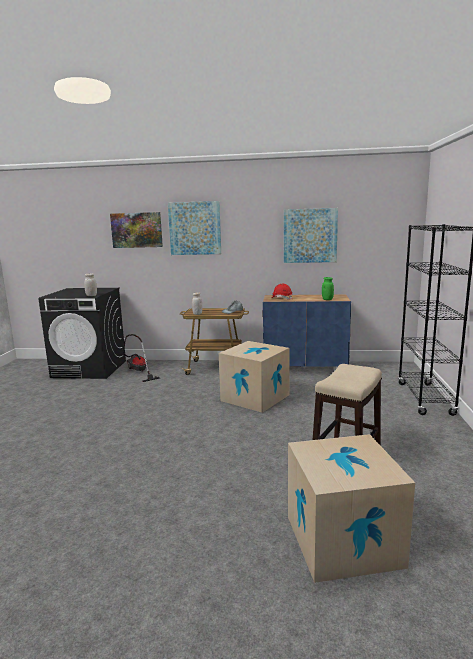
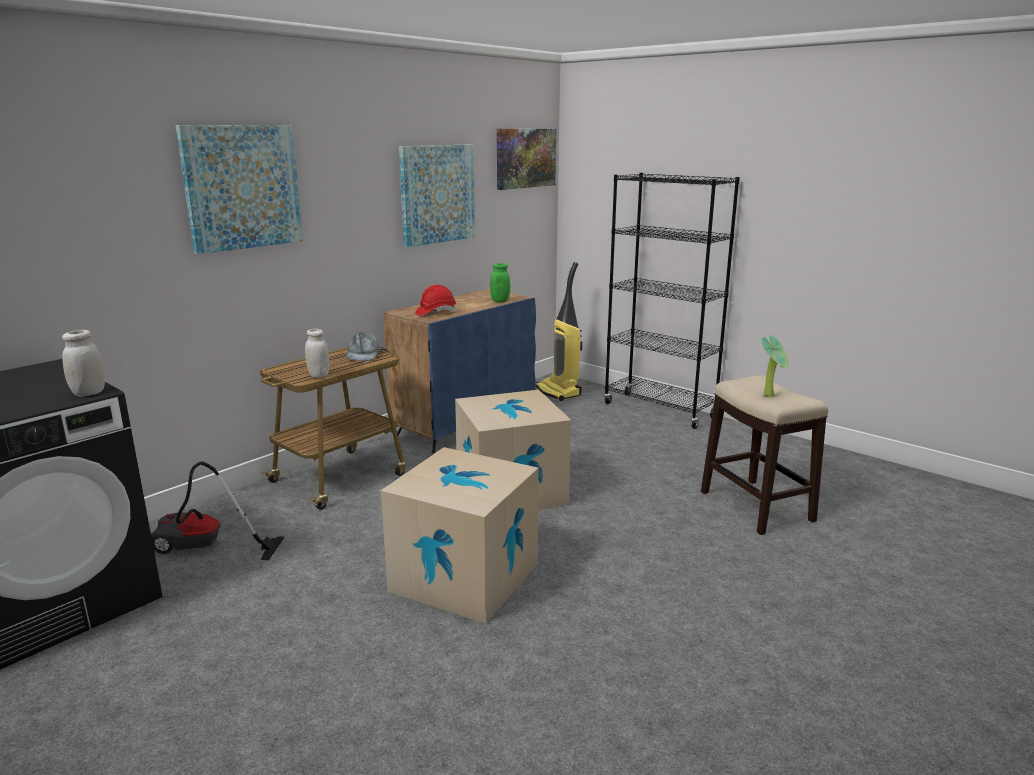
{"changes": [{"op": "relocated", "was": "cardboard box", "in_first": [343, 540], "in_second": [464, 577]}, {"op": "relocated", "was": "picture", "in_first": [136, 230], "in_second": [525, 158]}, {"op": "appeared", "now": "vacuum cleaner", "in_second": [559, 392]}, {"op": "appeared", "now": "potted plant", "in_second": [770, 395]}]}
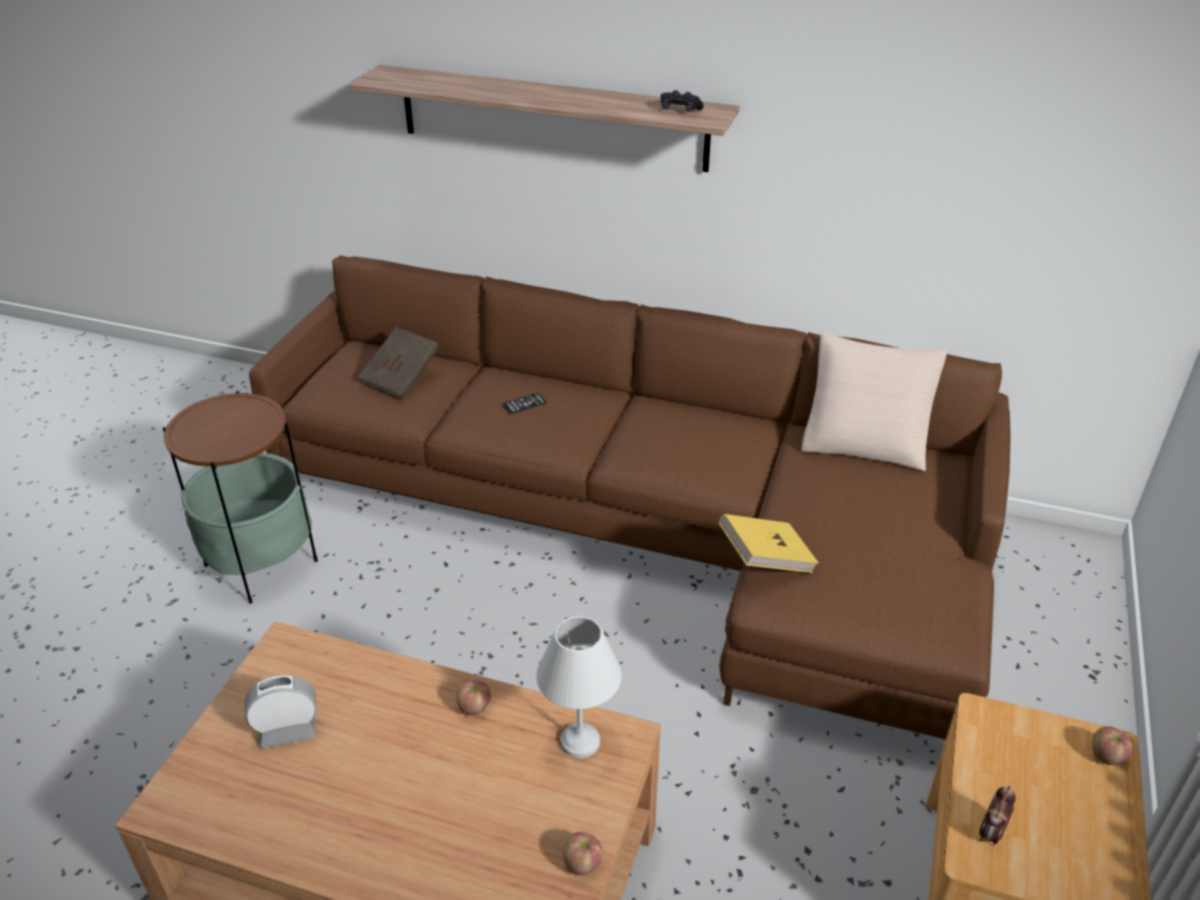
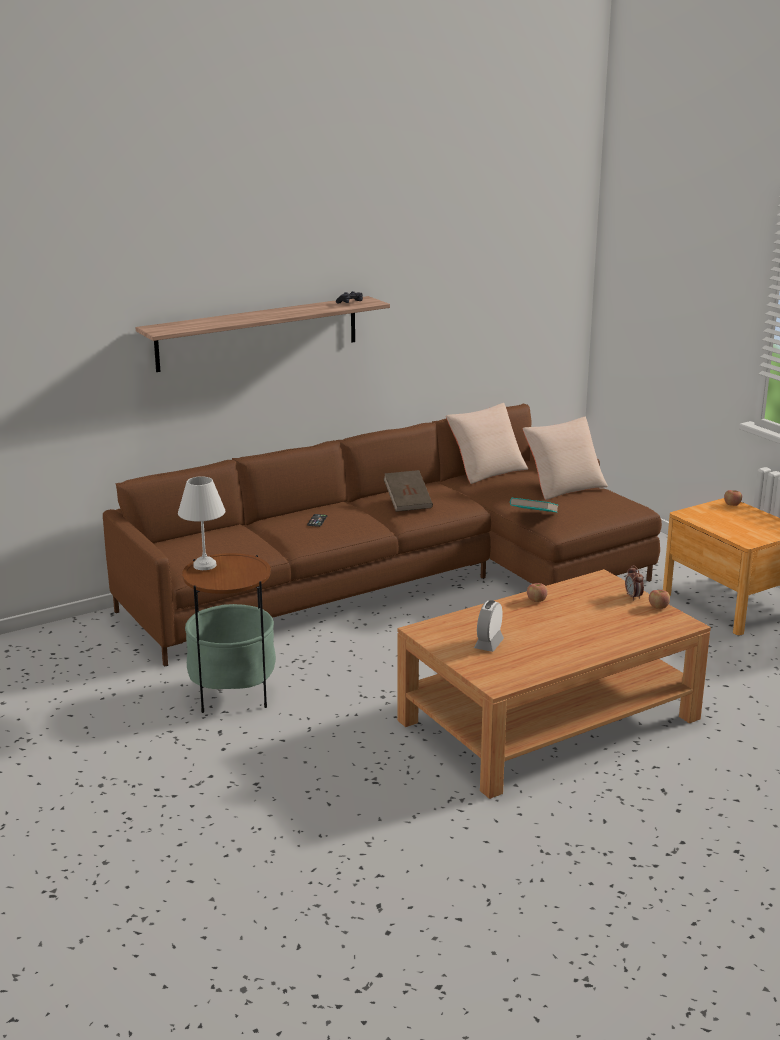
{"changes": [{"op": "relocated", "was": "table lamp (white)", "in_first": [579, 743], "in_second": [205, 566]}, {"op": "relocated", "was": "book (brown)", "in_first": [401, 378], "in_second": [408, 502]}, {"op": "colour", "was": "book (yellow)", "now": "book (turquoise)", "in_first": [765, 559], "in_second": [533, 517]}, {"op": "appeared", "now": "pillow (beige)", "in_second": [564, 486]}, {"op": "relocated", "was": "alarm clock", "in_first": [991, 833], "in_second": [633, 597]}]}
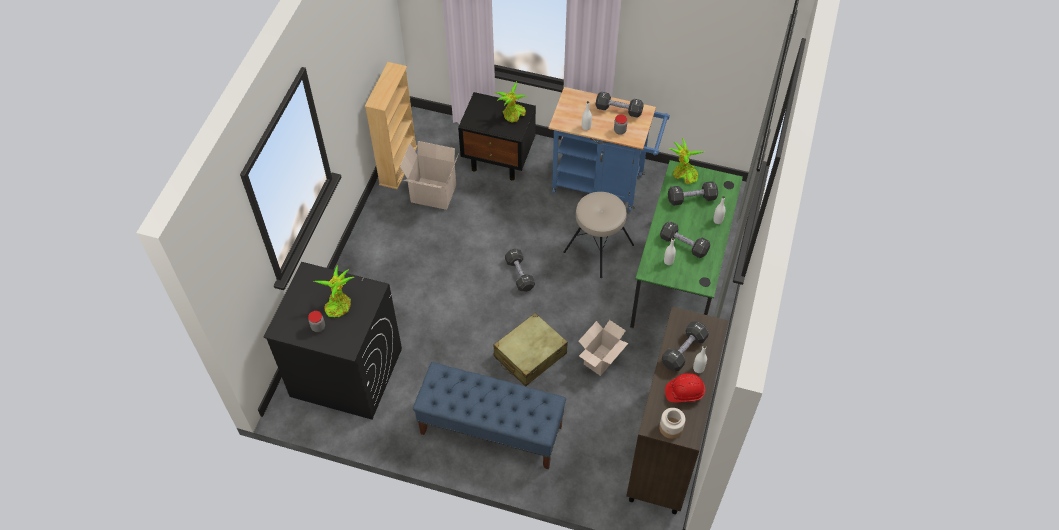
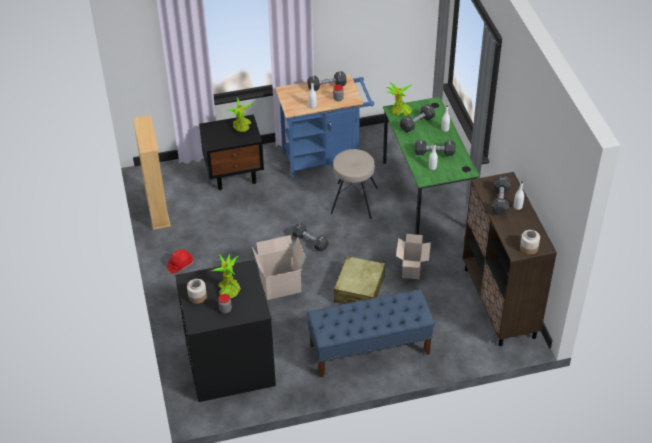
{"changes": [{"op": "relocated", "was": "hard hat (red)", "in_first": [684, 392], "in_second": [180, 265]}, {"op": "appeared", "now": "jar", "in_second": [197, 297]}, {"op": "relocated", "was": "cardboard box", "in_first": [432, 194], "in_second": [280, 286]}]}
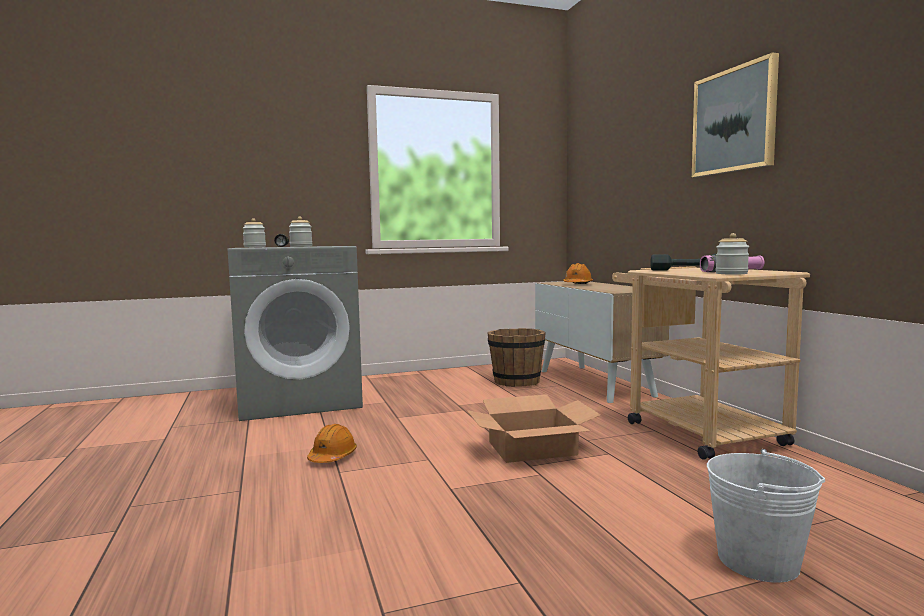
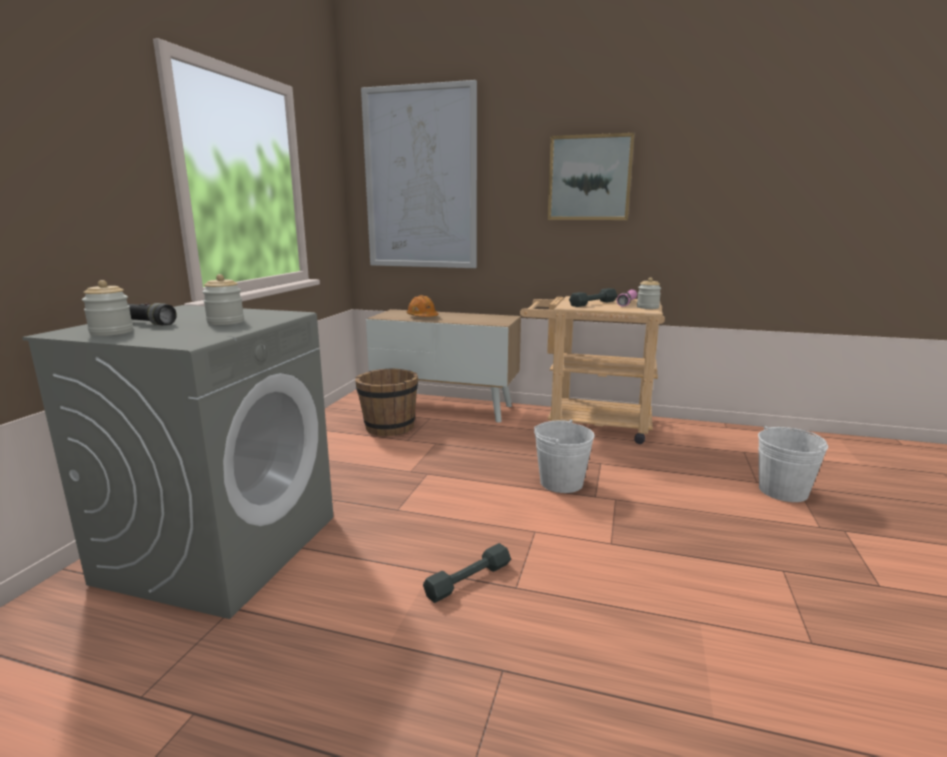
{"changes": [{"op": "appeared", "now": "picture", "in_second": [420, 179]}, {"op": "exchanged", "was": "hard hat (orange)", "now": "dumbbell (grey)", "in_first": [332, 457], "in_second": [468, 580]}, {"op": "exchanged", "was": "cardboard box", "now": "bucket (white)", "in_first": [532, 448], "in_second": [561, 482]}]}
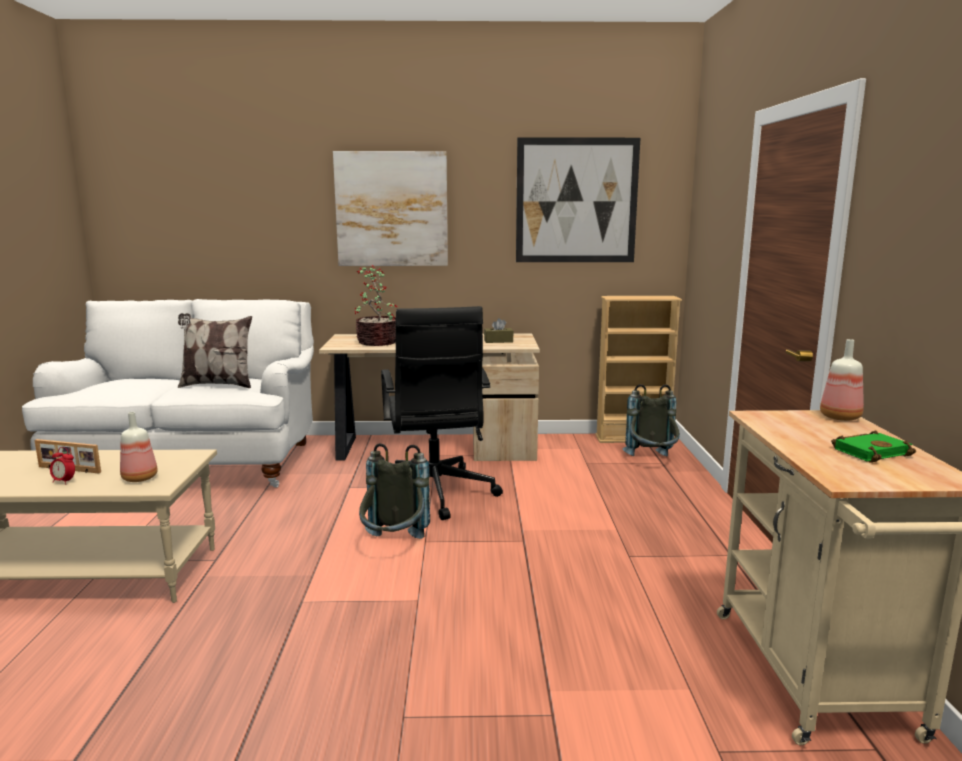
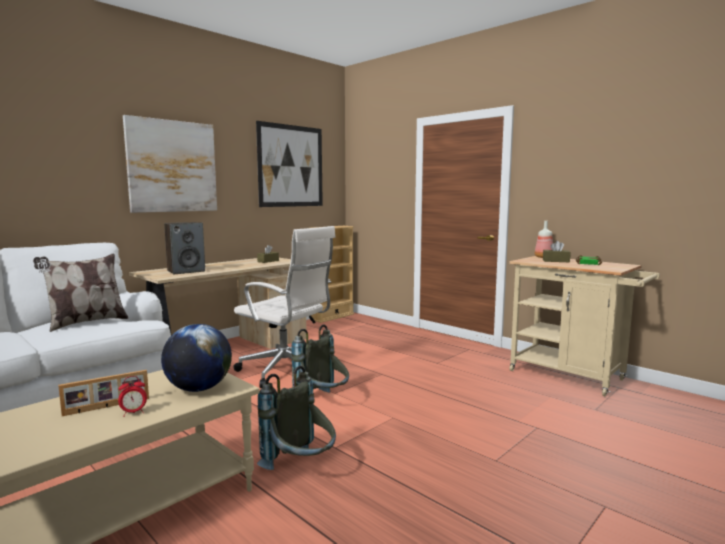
{"changes": [{"op": "exchanged", "was": "bottle", "now": "globe", "in_first": [139, 478], "in_second": [199, 389]}, {"op": "exchanged", "was": "potted plant", "now": "speaker", "in_first": [377, 342], "in_second": [186, 271]}, {"op": "colour", "was": "office chair (black)", "now": "office chair (white)", "in_first": [435, 494], "in_second": [287, 371]}, {"op": "relocated", "was": "backpack (grey)", "in_first": [652, 461], "in_second": [301, 468]}, {"op": "appeared", "now": "tissue box (brown)", "in_second": [556, 261]}]}
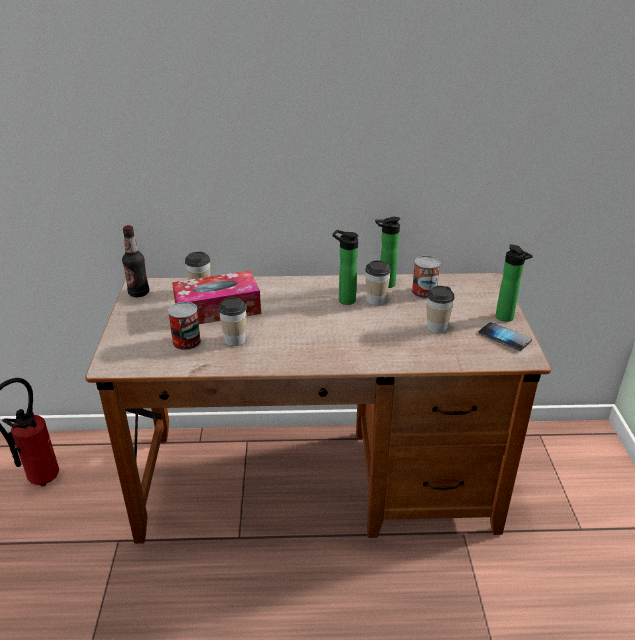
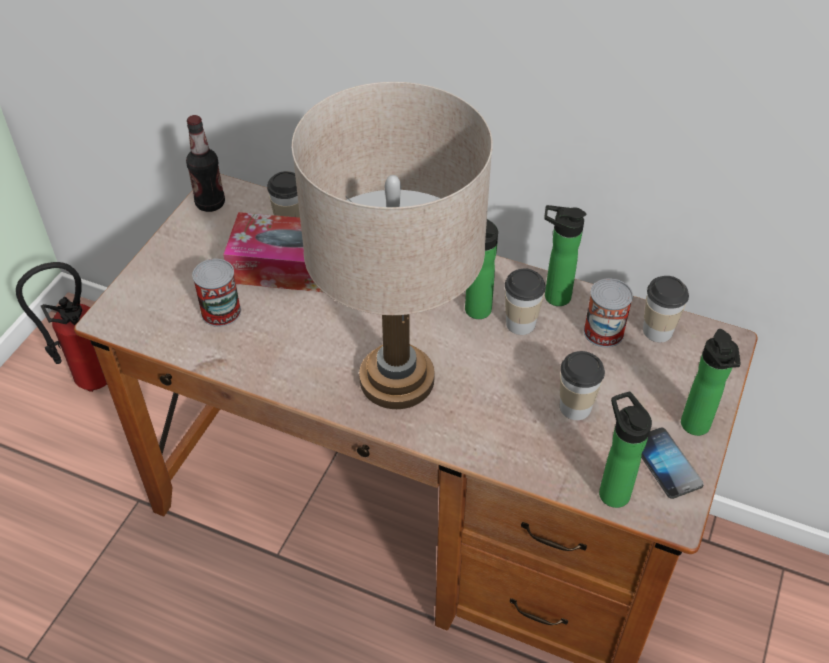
{"changes": [{"op": "appeared", "now": "table lamp (beige)", "in_second": [396, 379]}, {"op": "appeared", "now": "bottle", "in_second": [611, 490]}, {"op": "relocated", "was": "cup", "in_first": [235, 340], "in_second": [657, 331]}]}
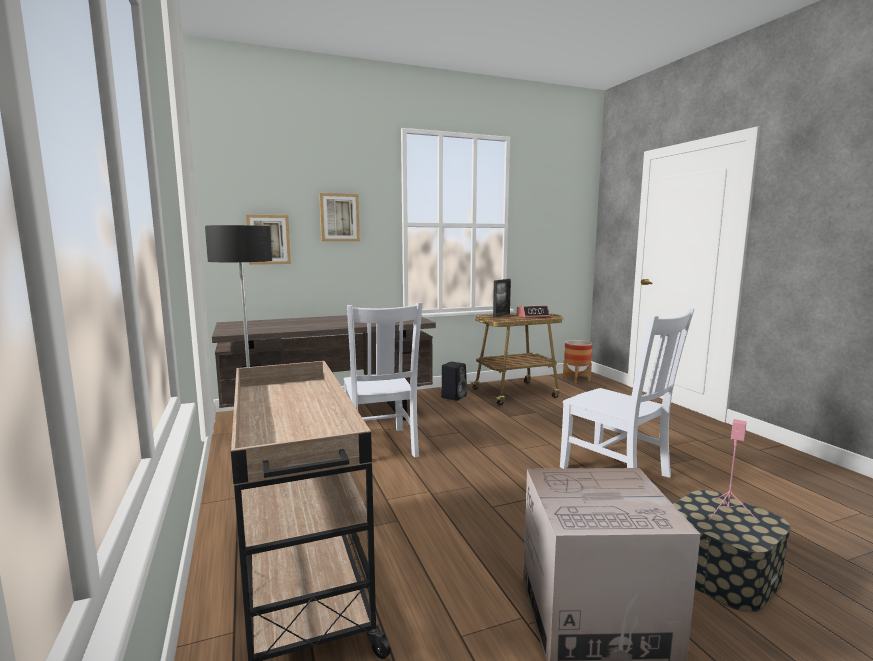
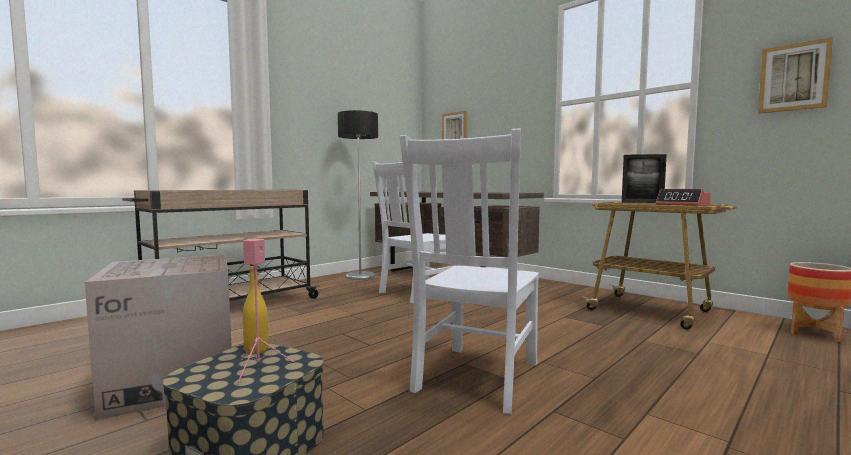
{"changes": [{"op": "appeared", "now": "bottle (yellow)", "in_second": [256, 350]}, {"op": "relocated", "was": "picture", "in_first": [339, 217], "in_second": [793, 77]}, {"op": "missing", "was": "speaker (black)", "in_first": [454, 396]}]}
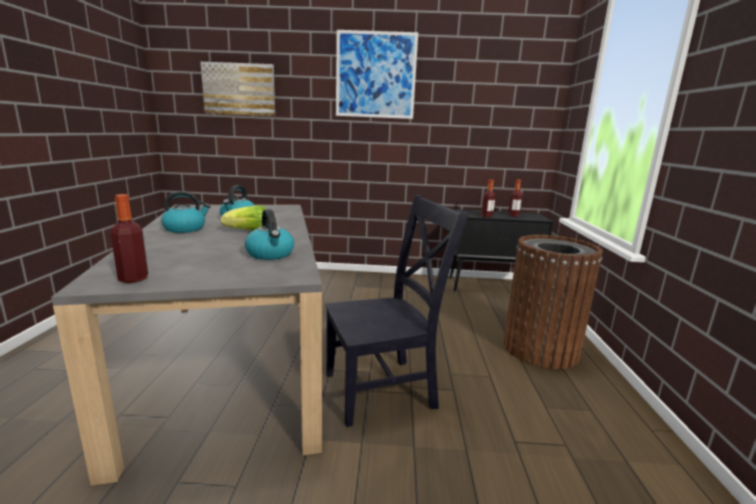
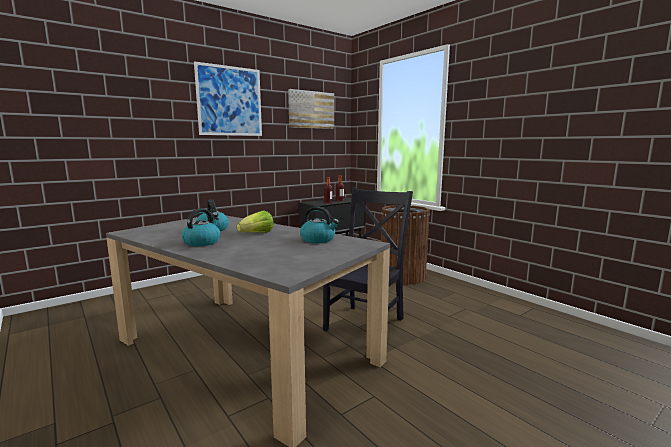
{"changes": [{"op": "relocated", "was": "picture", "in_first": [239, 89], "in_second": [311, 110]}, {"op": "missing", "was": "bottle", "in_first": [133, 278]}]}
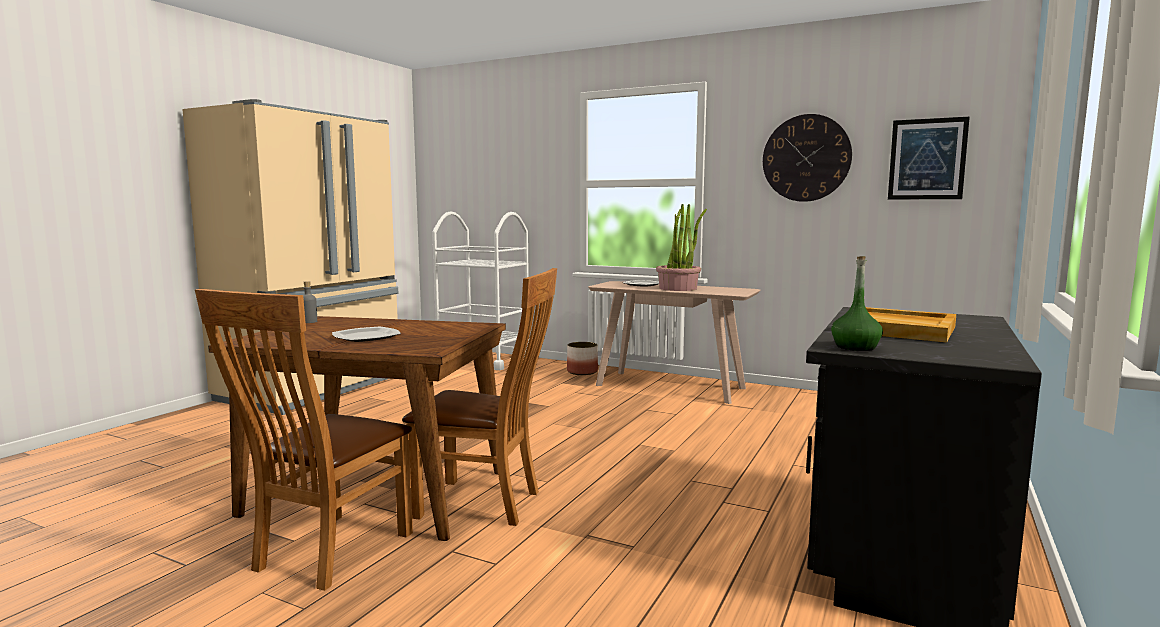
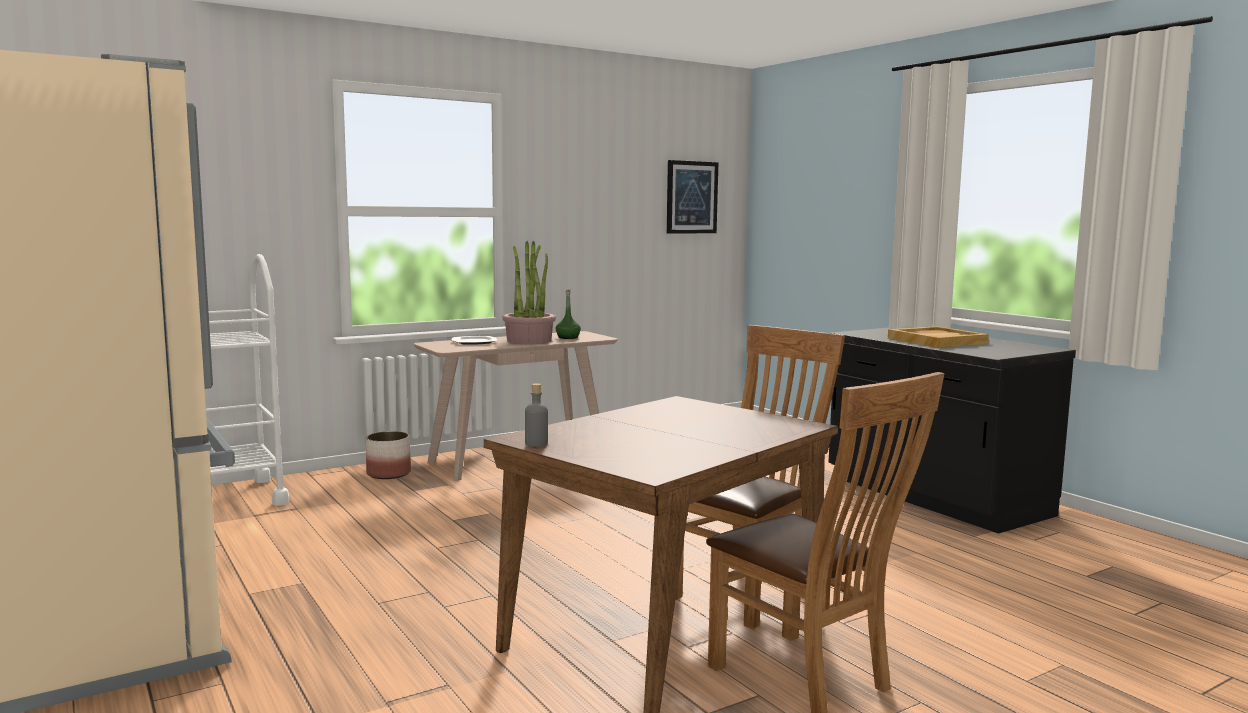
{"changes": [{"op": "relocated", "was": "bottle (green)", "in_first": [855, 347], "in_second": [567, 337]}, {"op": "missing", "was": "plate", "in_first": [367, 337]}, {"op": "missing", "was": "wall clock", "in_first": [806, 158]}]}
